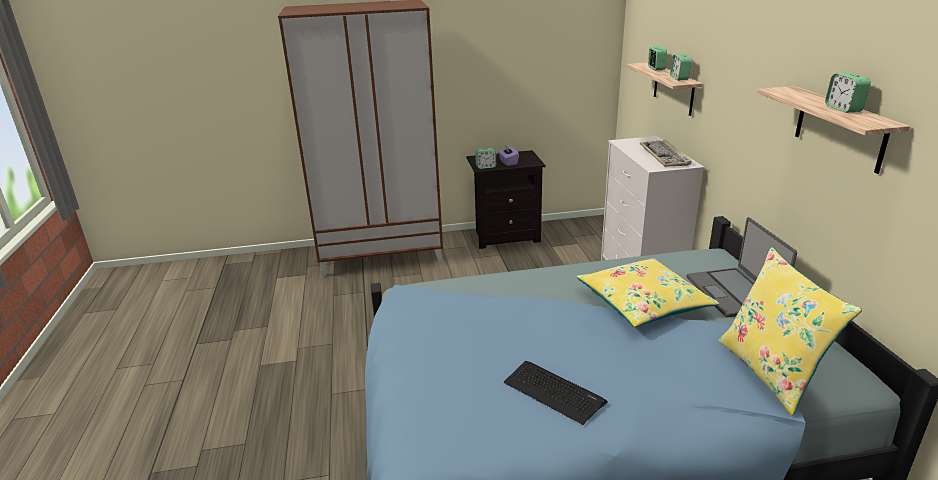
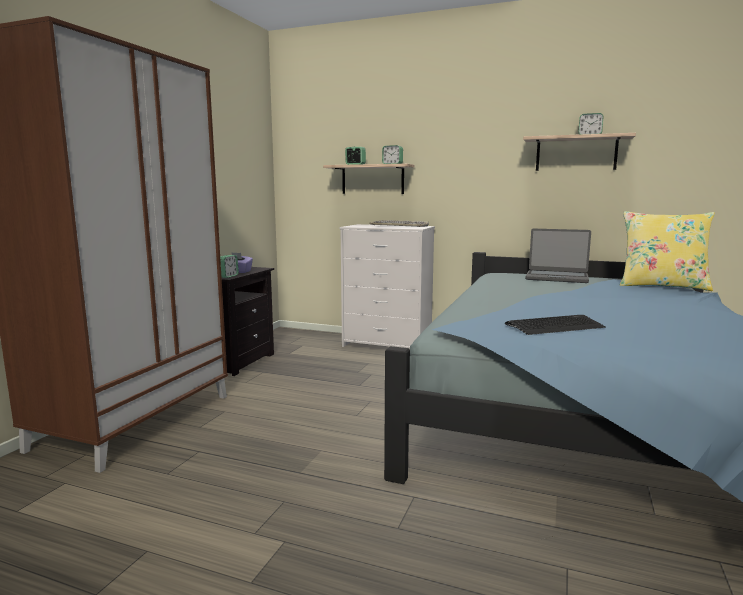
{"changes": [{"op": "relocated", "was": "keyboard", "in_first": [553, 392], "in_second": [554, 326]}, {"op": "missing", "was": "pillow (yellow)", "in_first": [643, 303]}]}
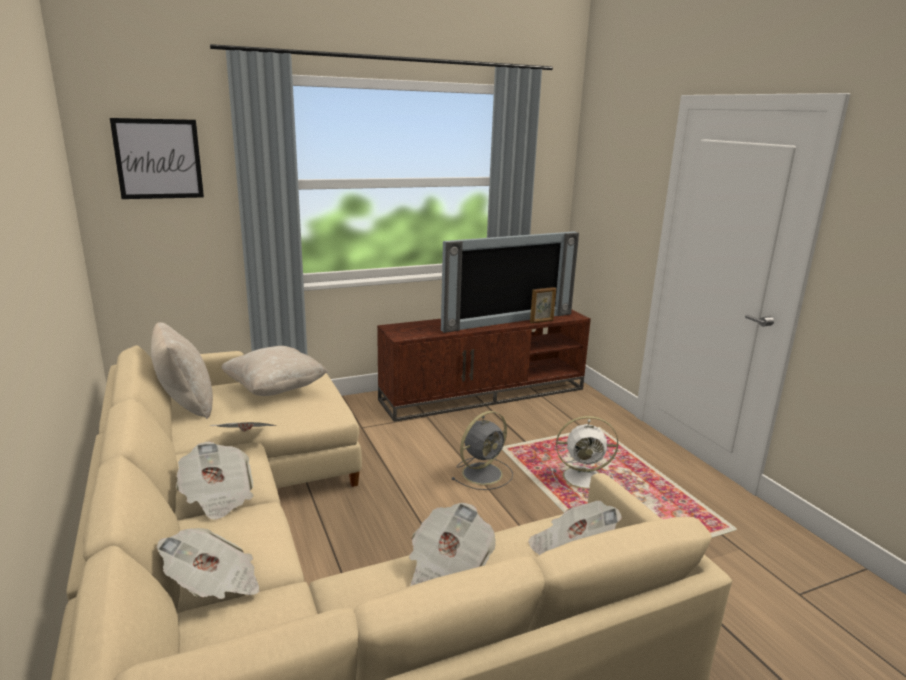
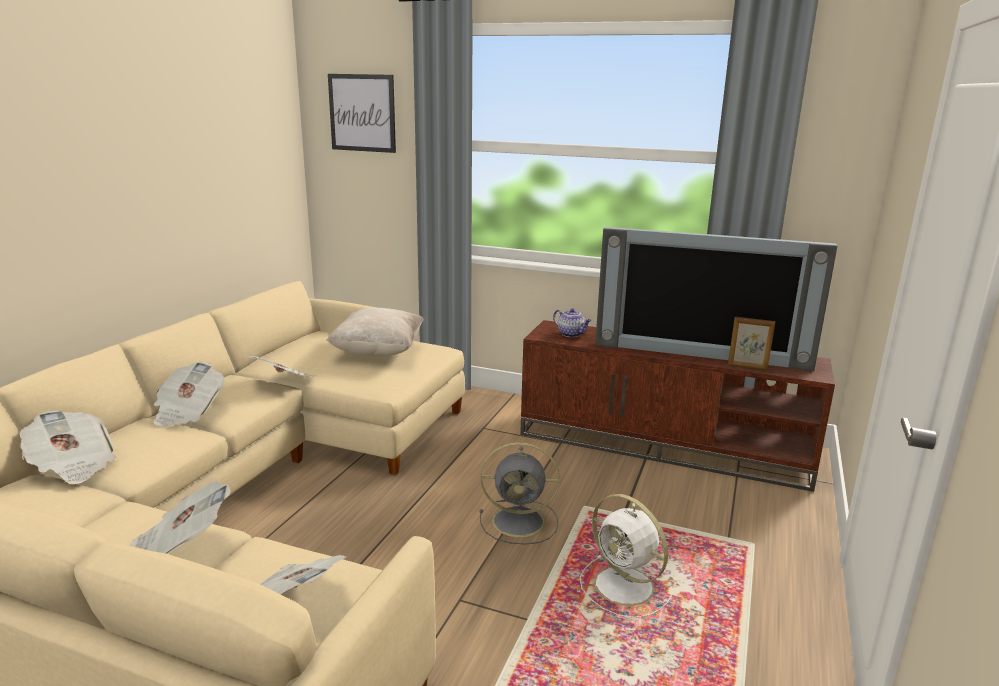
{"changes": [{"op": "appeared", "now": "teapot", "in_second": [571, 334]}, {"op": "missing", "was": "pillow (beige)", "in_first": [186, 404]}]}
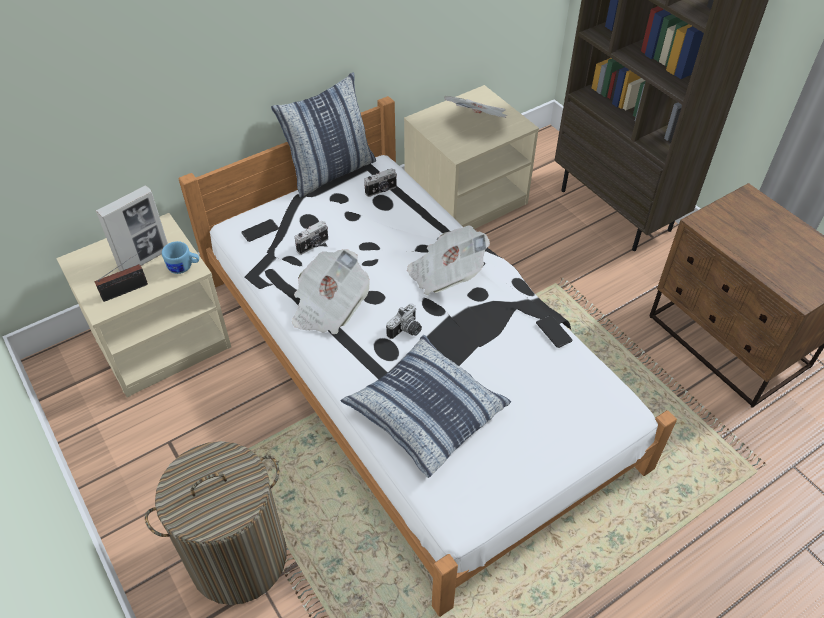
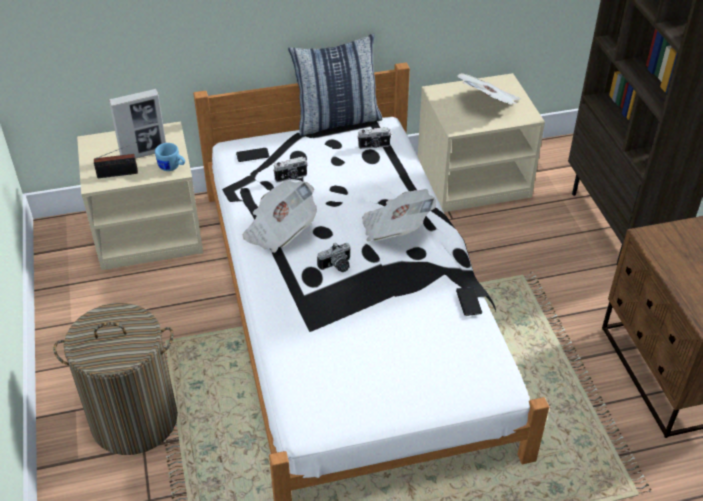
{"changes": [{"op": "missing", "was": "pillow", "in_first": [425, 411]}]}
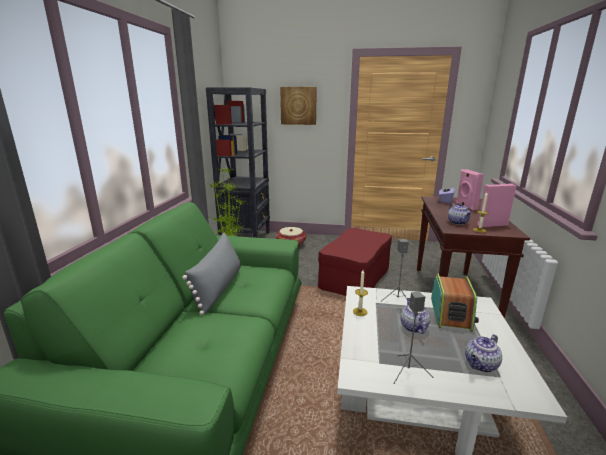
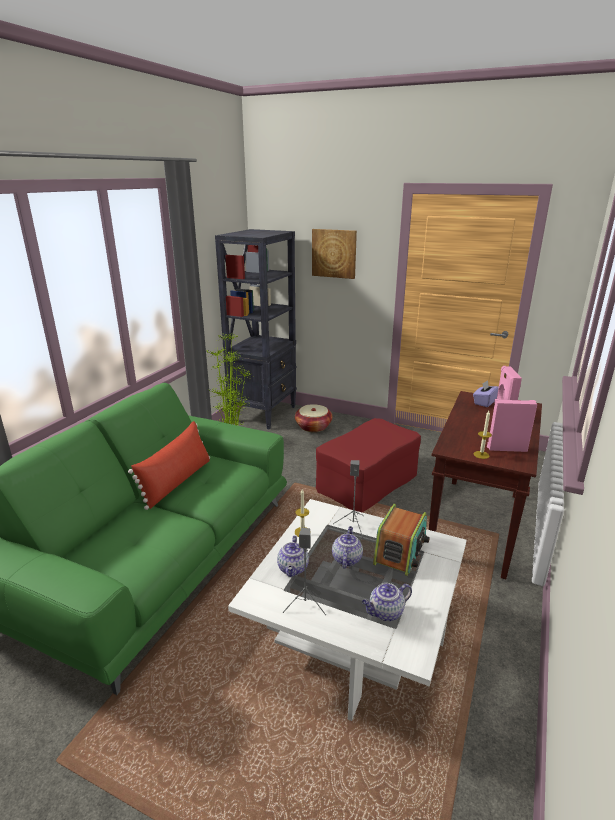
{"changes": [{"op": "colour", "was": "pillow (grey)", "now": "pillow (red)", "in_first": [218, 288], "in_second": [177, 481]}, {"op": "relocated", "was": "teapot", "in_first": [458, 222], "in_second": [293, 569]}]}
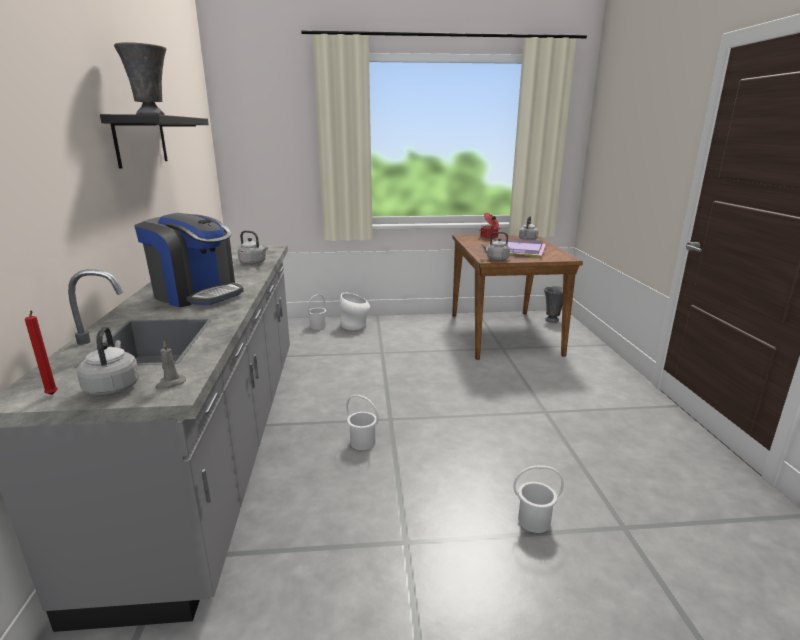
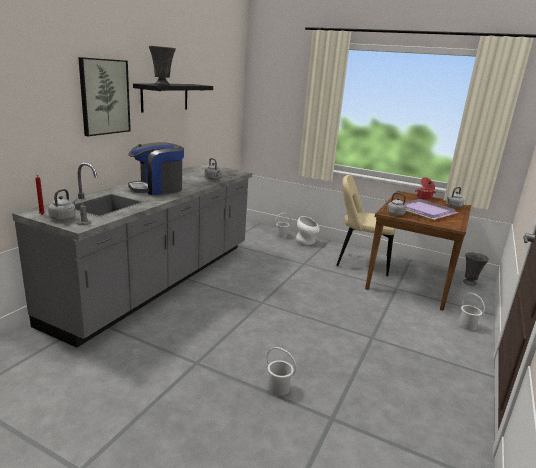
{"changes": [{"op": "appeared", "now": "picture", "in_second": [104, 97]}, {"op": "spun", "was": "coffee machine", "in_first": [197, 294], "in_second": [157, 189], "clockwise": 90}, {"op": "appeared", "now": "chair (beige)", "in_second": [360, 263]}, {"op": "relocated", "was": "bucket (white)", "in_first": [362, 442], "in_second": [467, 325]}]}
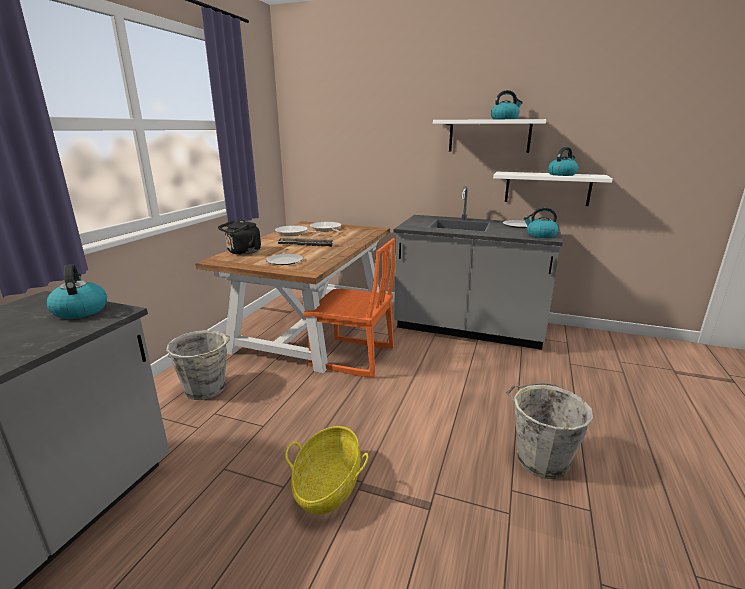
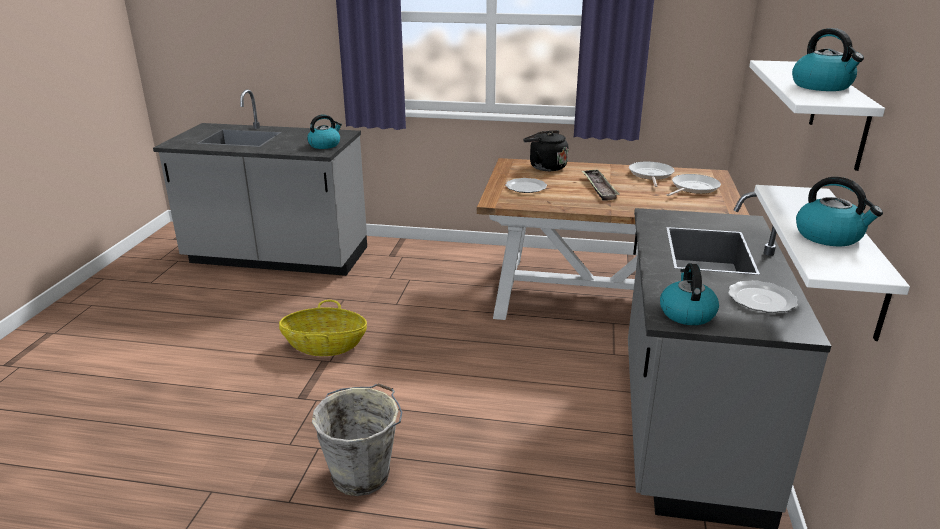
{"changes": [{"op": "missing", "was": "bucket (grey)", "in_first": [206, 390]}, {"op": "missing", "was": "chair (orange)", "in_first": [352, 358]}]}
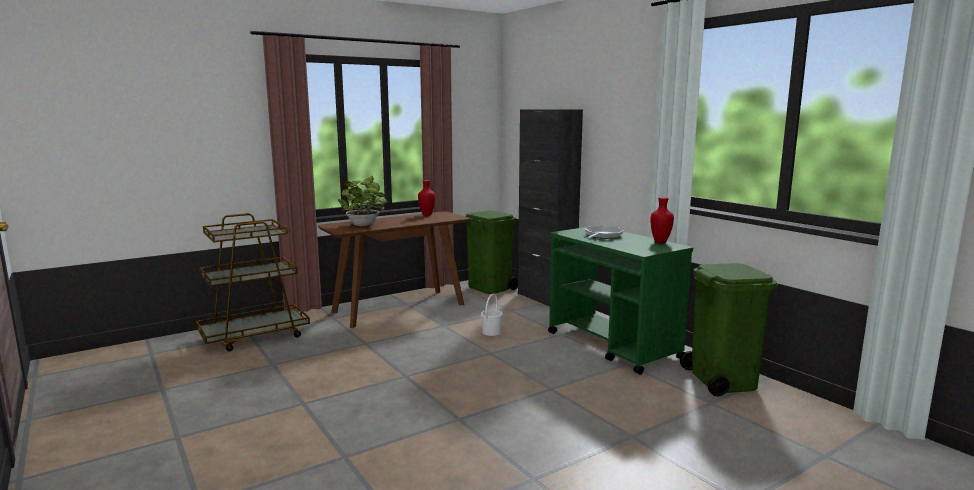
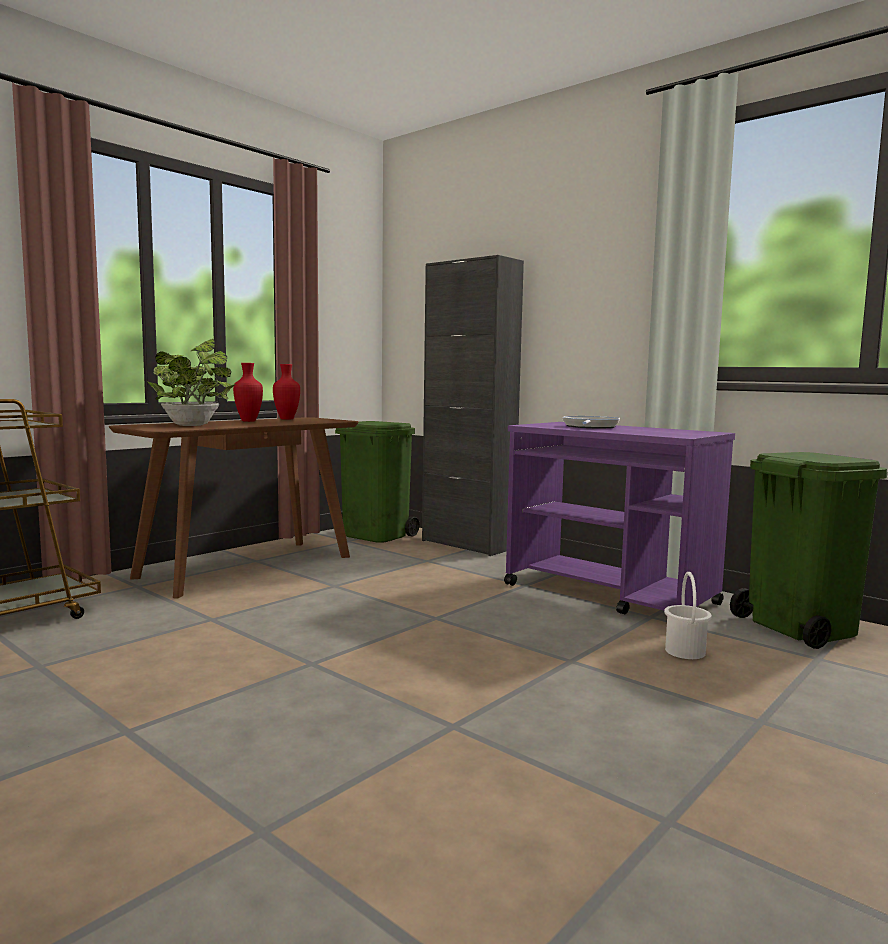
{"changes": [{"op": "relocated", "was": "vase (red)", "in_first": [660, 242], "in_second": [249, 421]}, {"op": "colour", "was": "cart (green)", "now": "cart (purple)", "in_first": [613, 345], "in_second": [611, 595]}, {"op": "relocated", "was": "bucket (white)", "in_first": [491, 332], "in_second": [684, 651]}]}
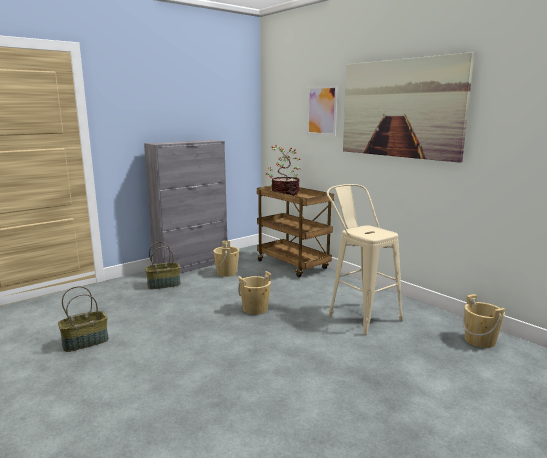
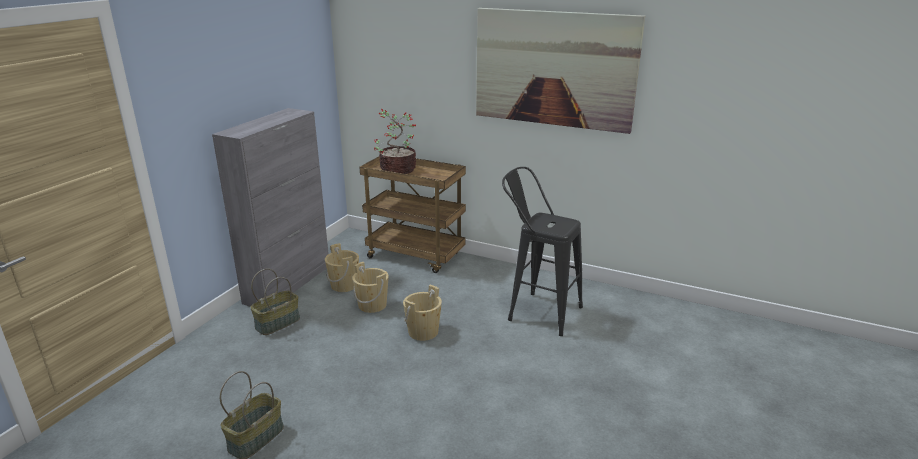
{"changes": [{"op": "relocated", "was": "bucket (beige)", "in_first": [480, 340], "in_second": [372, 305]}, {"op": "colour", "was": "stool (beige)", "now": "stool (black)", "in_first": [359, 315], "in_second": [537, 311]}, {"op": "missing", "was": "picture", "in_first": [322, 110]}]}
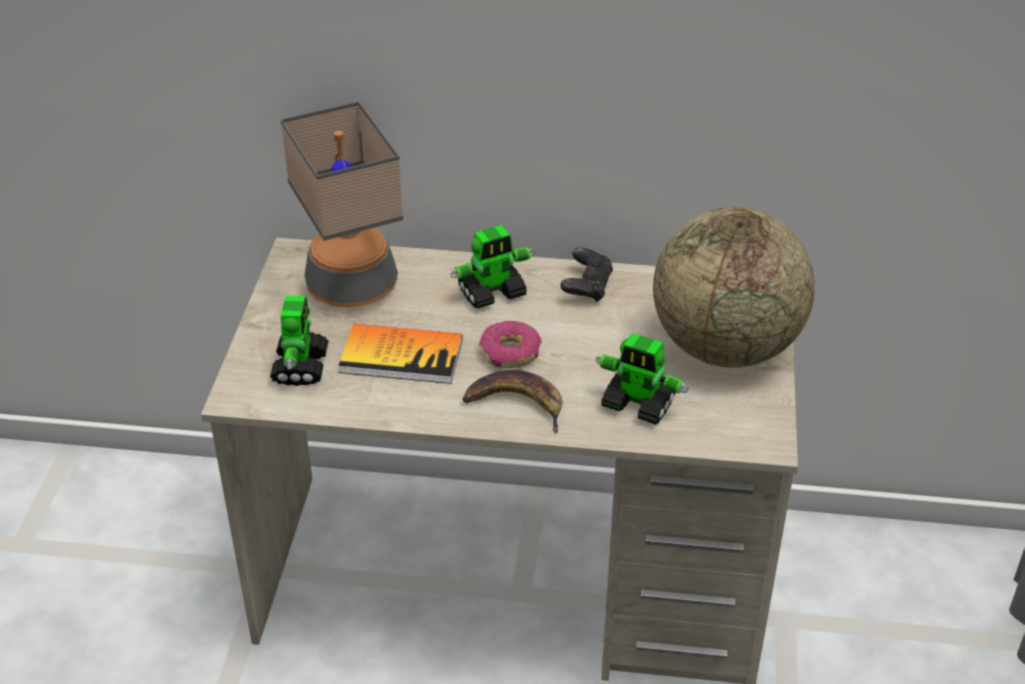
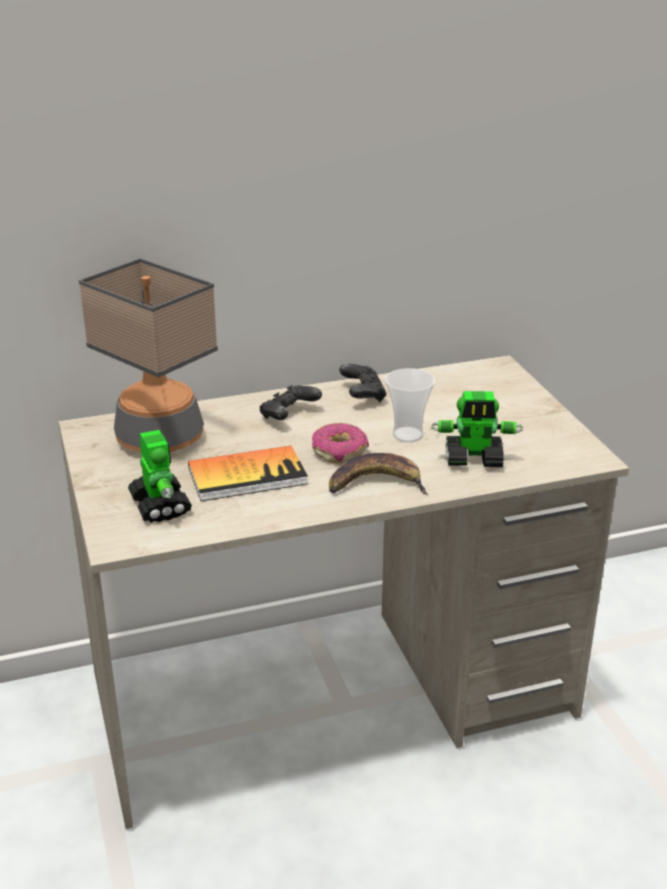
{"changes": [{"op": "exchanged", "was": "toy robot", "now": "game controller (black)", "in_first": [493, 293], "in_second": [288, 415]}, {"op": "appeared", "now": "cup", "in_second": [407, 435]}, {"op": "missing", "was": "globe", "in_first": [725, 347]}]}
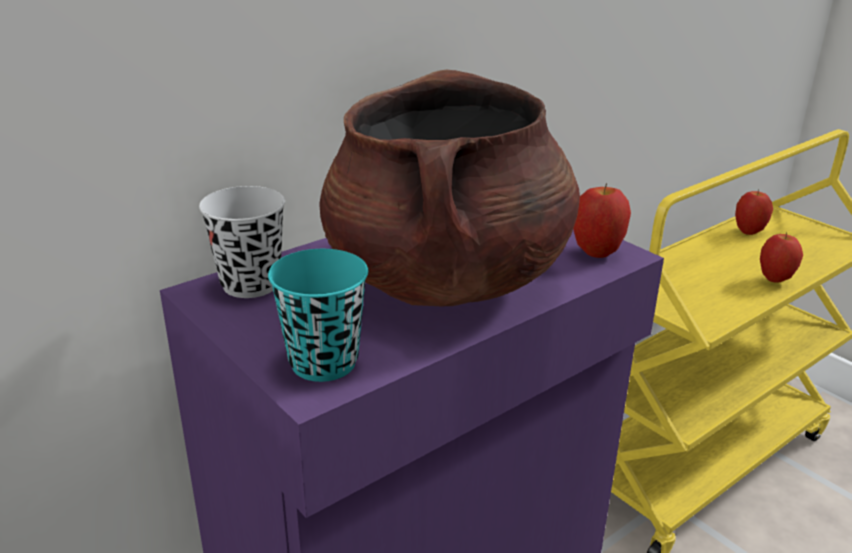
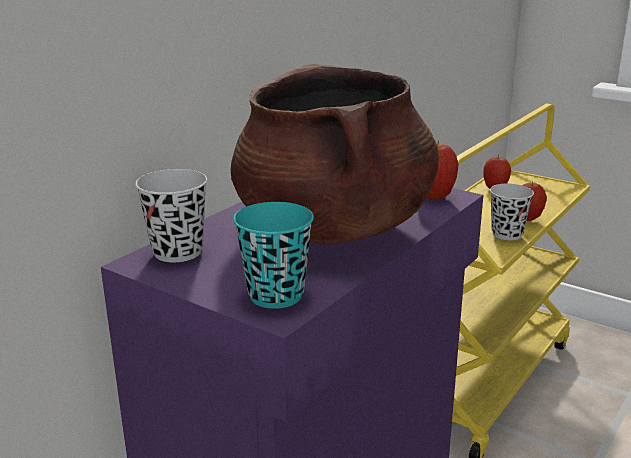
{"changes": [{"op": "appeared", "now": "cup (black)", "in_second": [507, 234]}]}
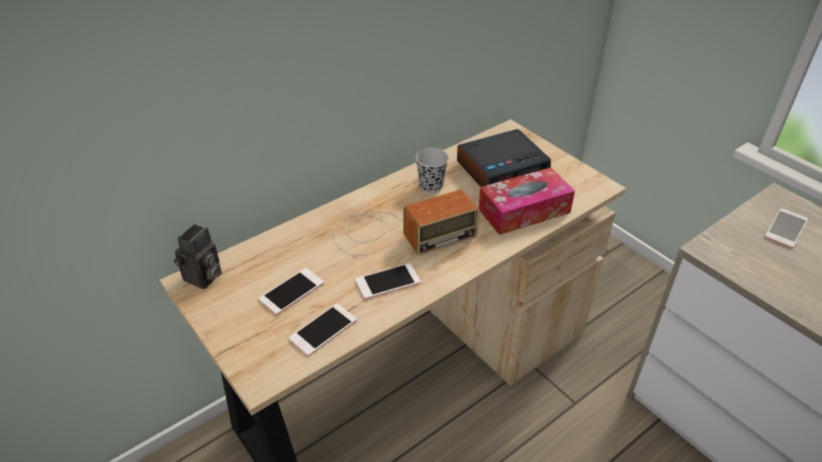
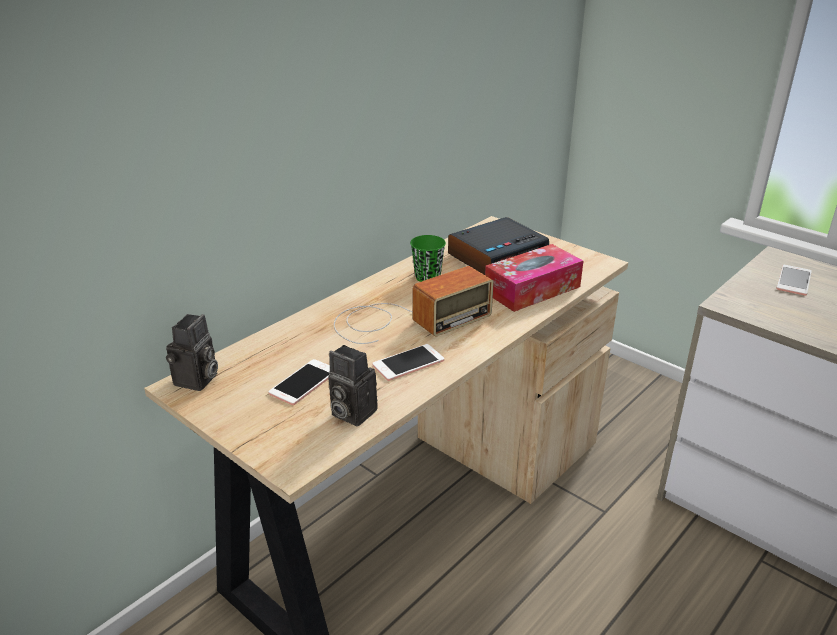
{"changes": [{"op": "exchanged", "was": "phone", "now": "photo camera", "in_first": [323, 330], "in_second": [350, 413]}, {"op": "colour", "was": "cup (black)", "now": "cup (green)", "in_first": [431, 186], "in_second": [427, 277]}]}
